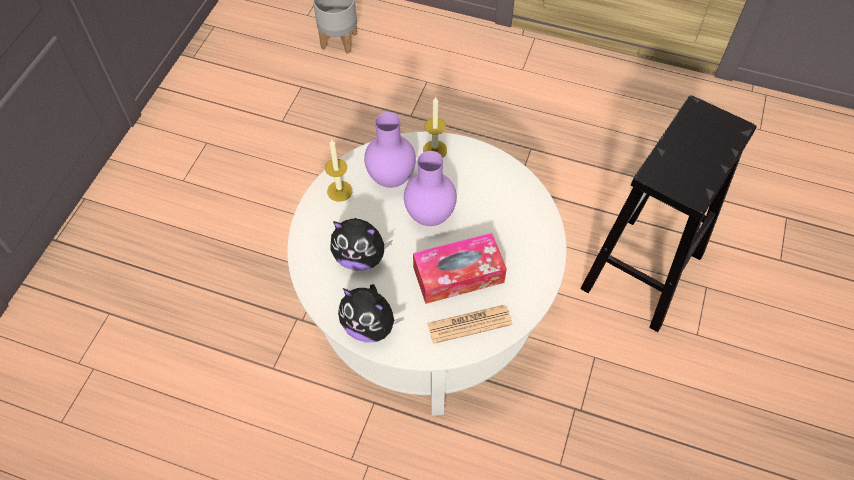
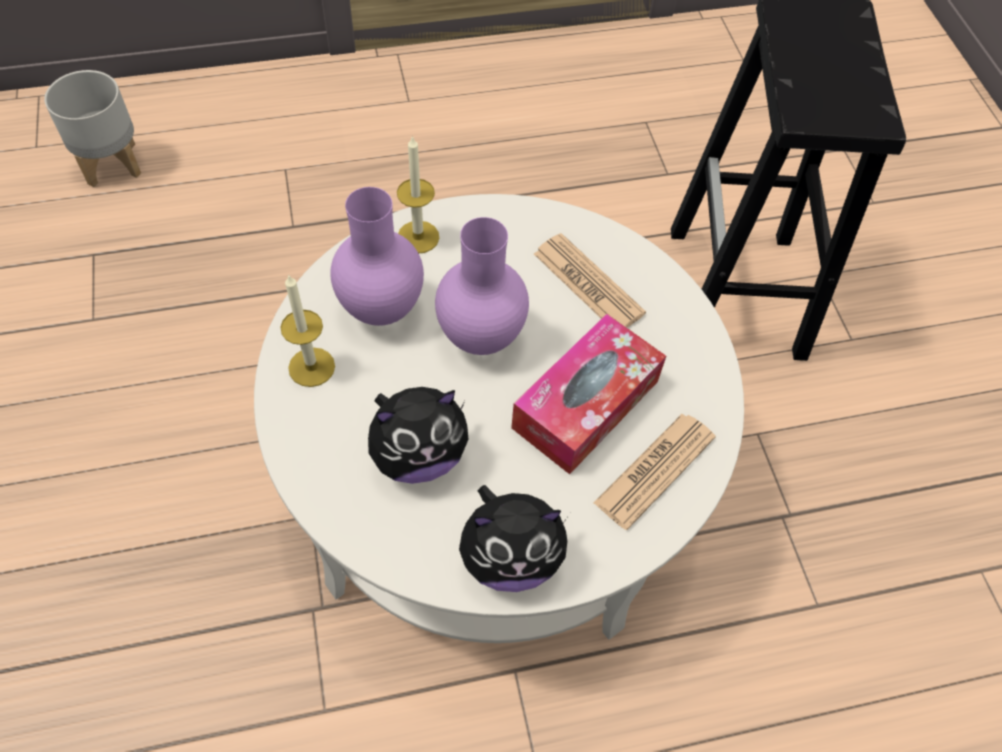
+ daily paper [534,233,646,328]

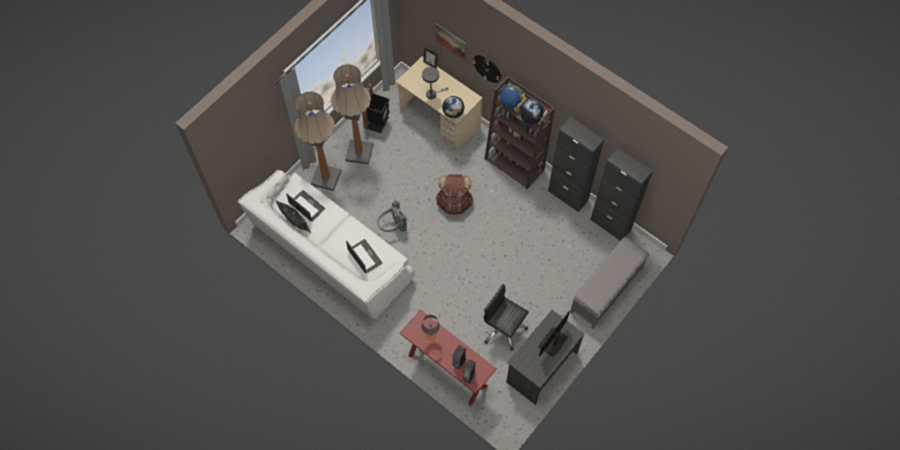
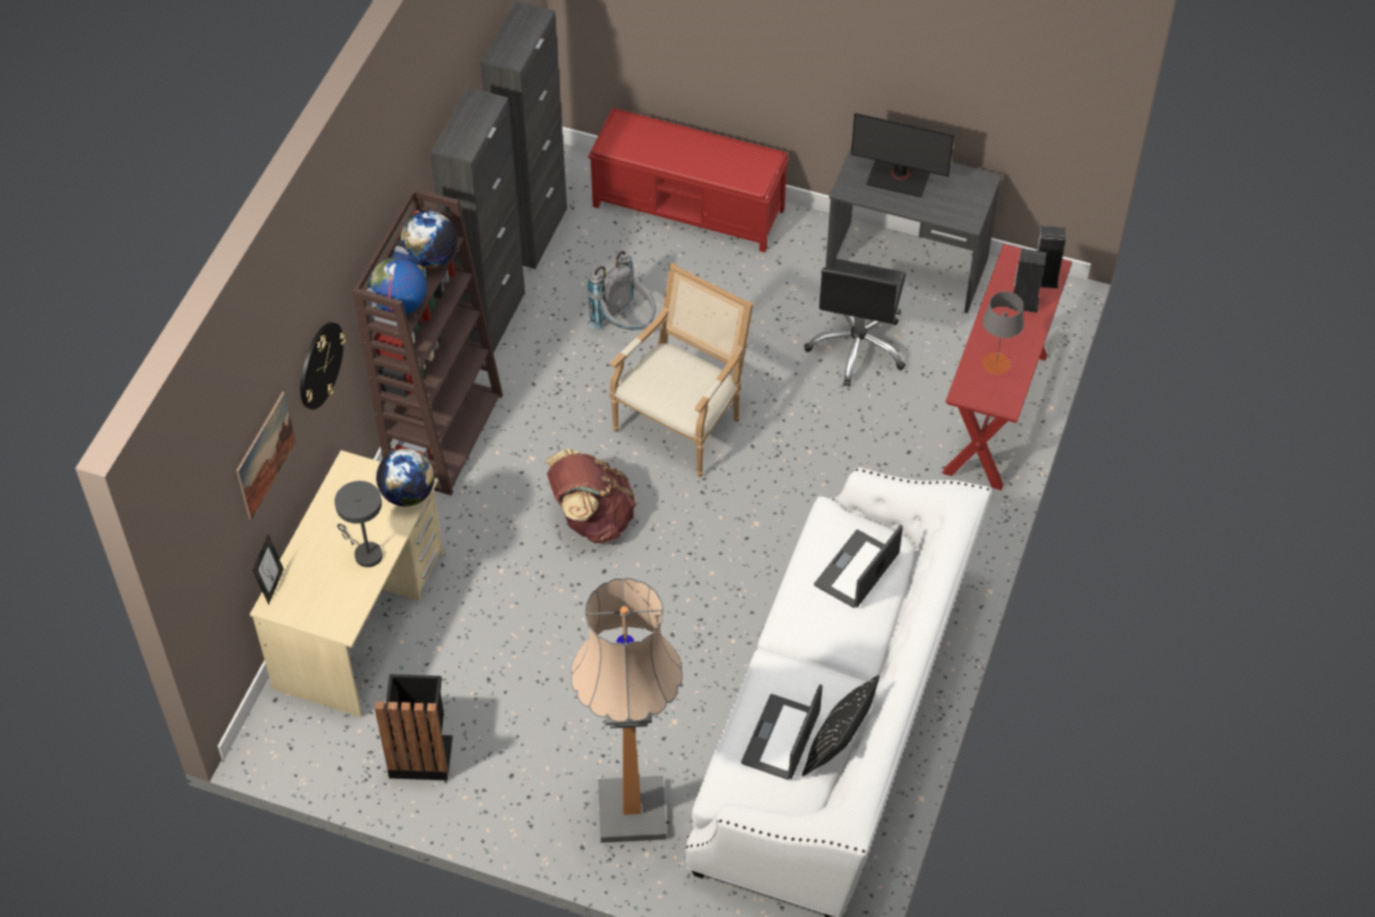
- standing lamp [331,64,373,165]
~ gray rucksack [377,200,407,232] to [587,251,656,330]
~ gray bench [570,237,650,329] to red bench [588,108,789,253]
+ armchair [609,263,753,477]

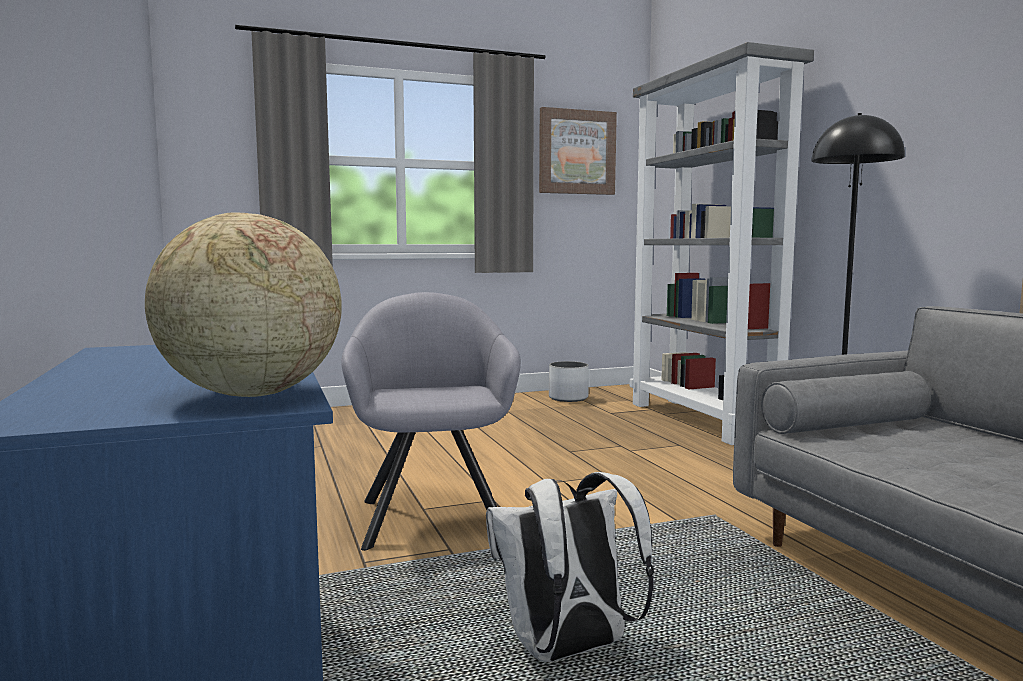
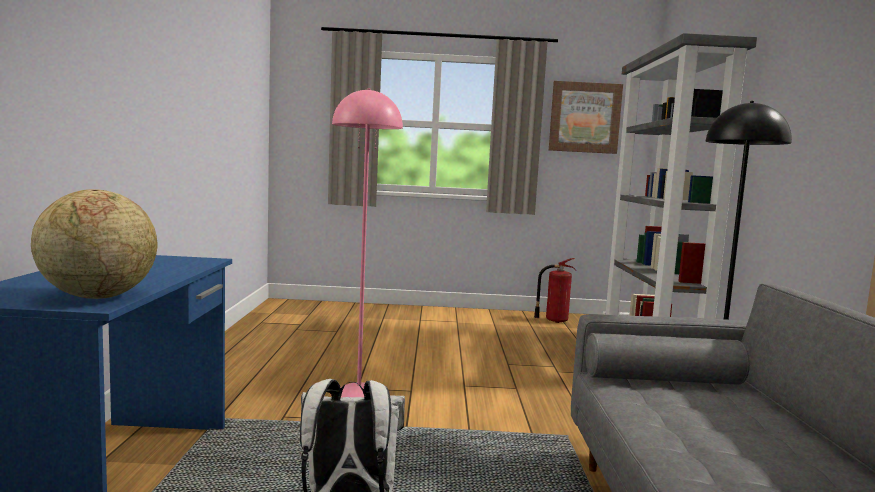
~ gray armchair [341,292,521,551] to pink standing lamp [332,88,403,397]
~ white planter [549,361,589,402] to fire extinguisher [534,258,576,323]

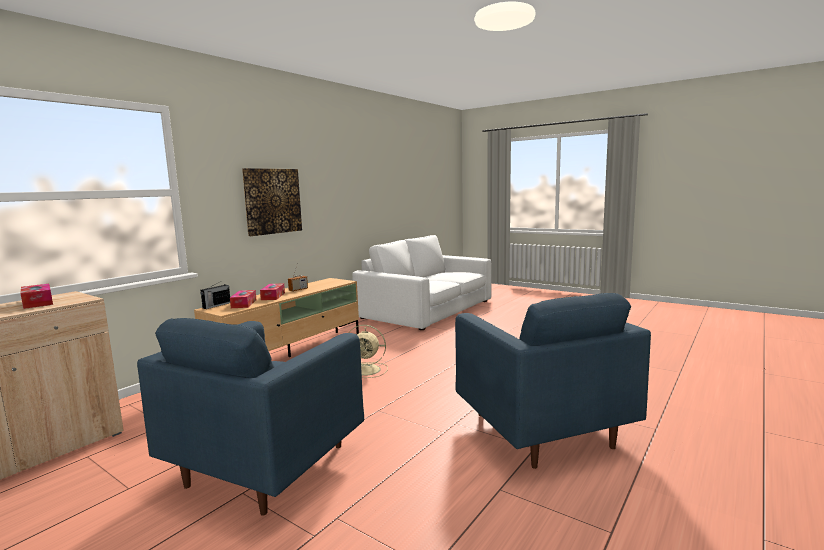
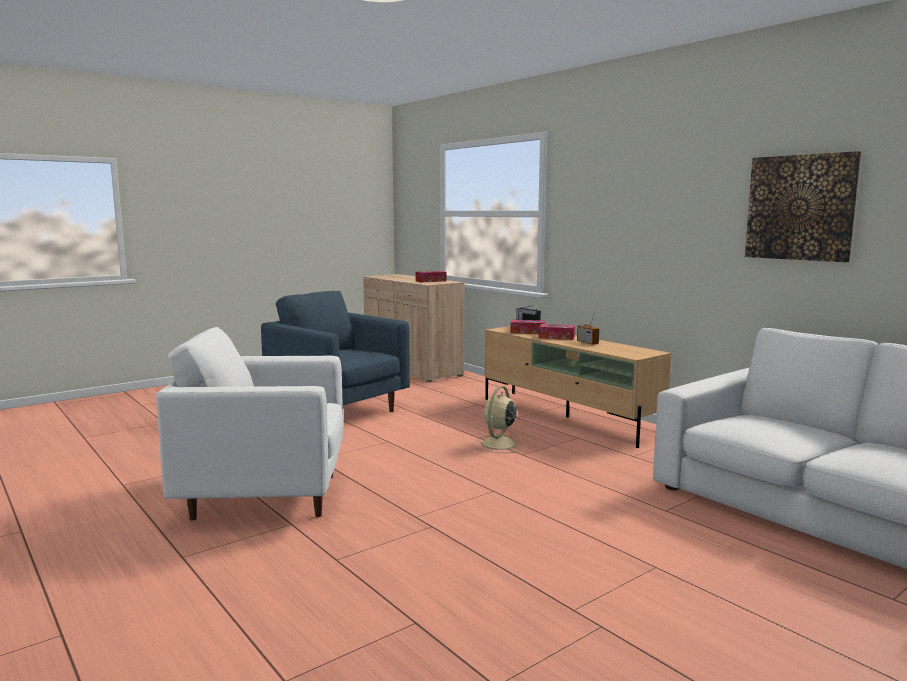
~ picture [242,168,302,236] to [745,151,861,262]
~ bluish armchair [455,293,651,469] to white armchair [156,327,343,520]

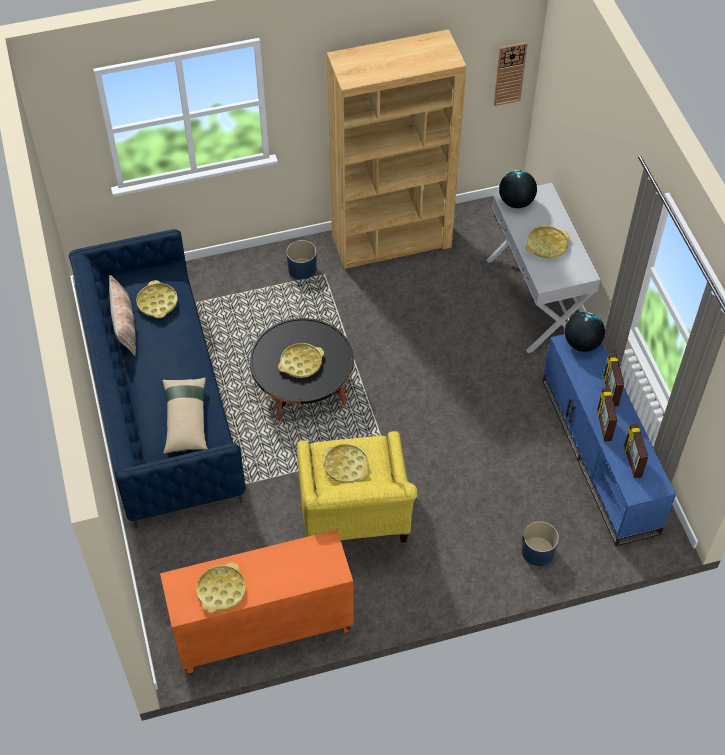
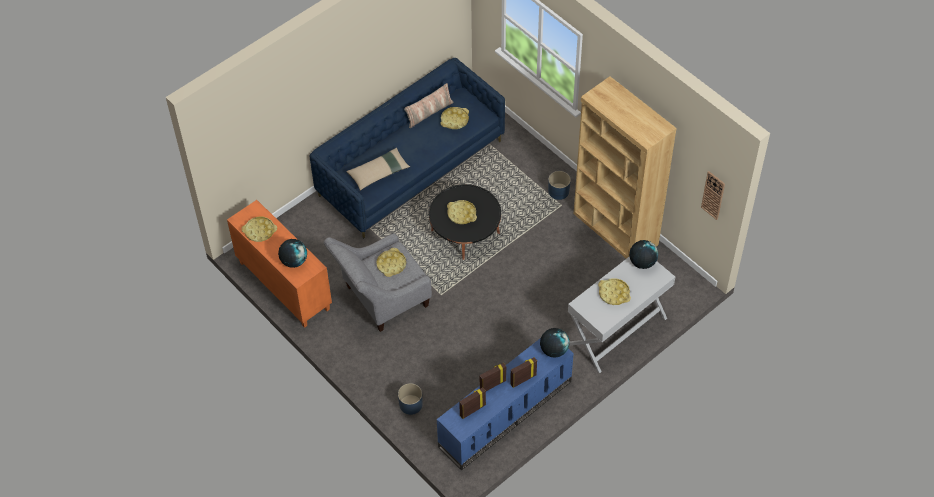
~ yellow-coloured armchair [297,431,417,543] to gray armchair [323,233,432,332]
+ world globe [278,239,307,268]

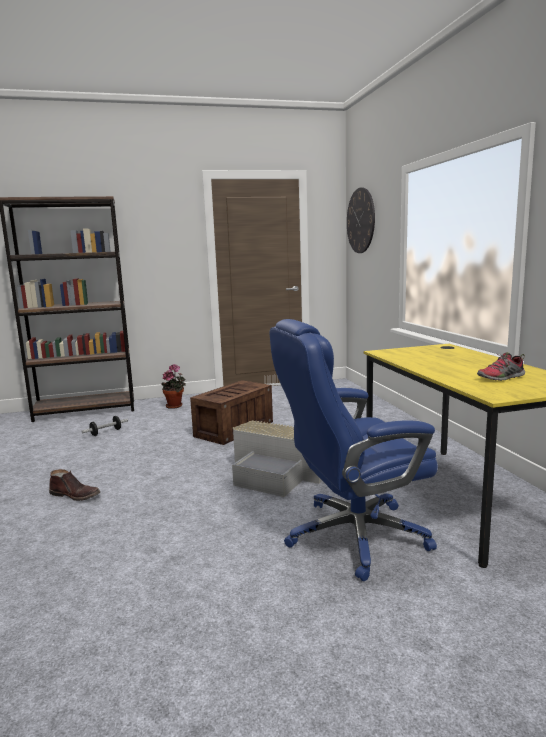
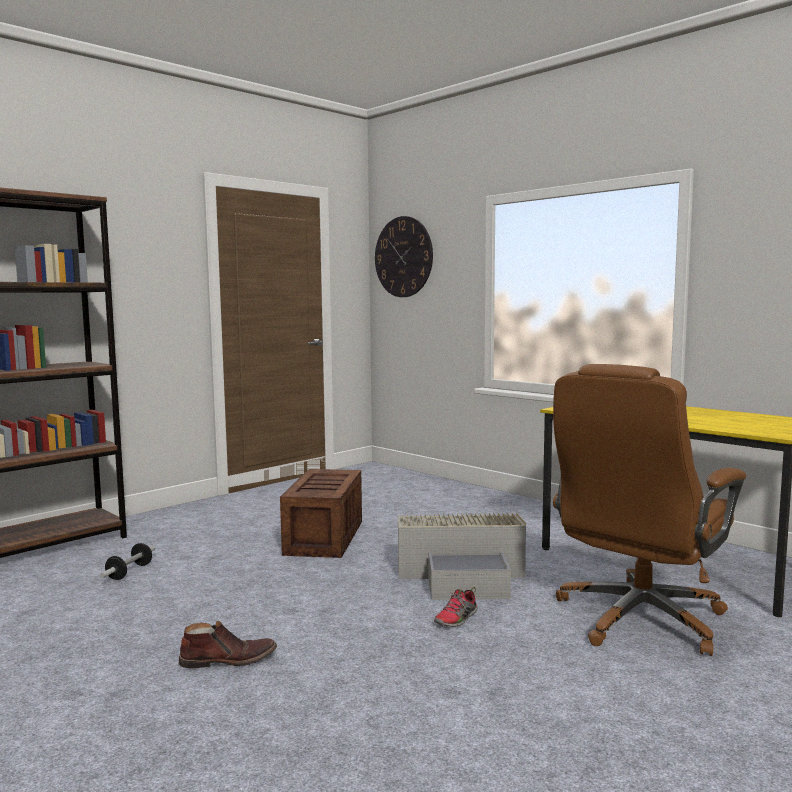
~ bluish computer chair [270,319,438,581] to brown computer chair [553,364,746,656]
~ shoe [477,352,525,381] to [434,587,478,627]
- houseplant [161,364,186,409]

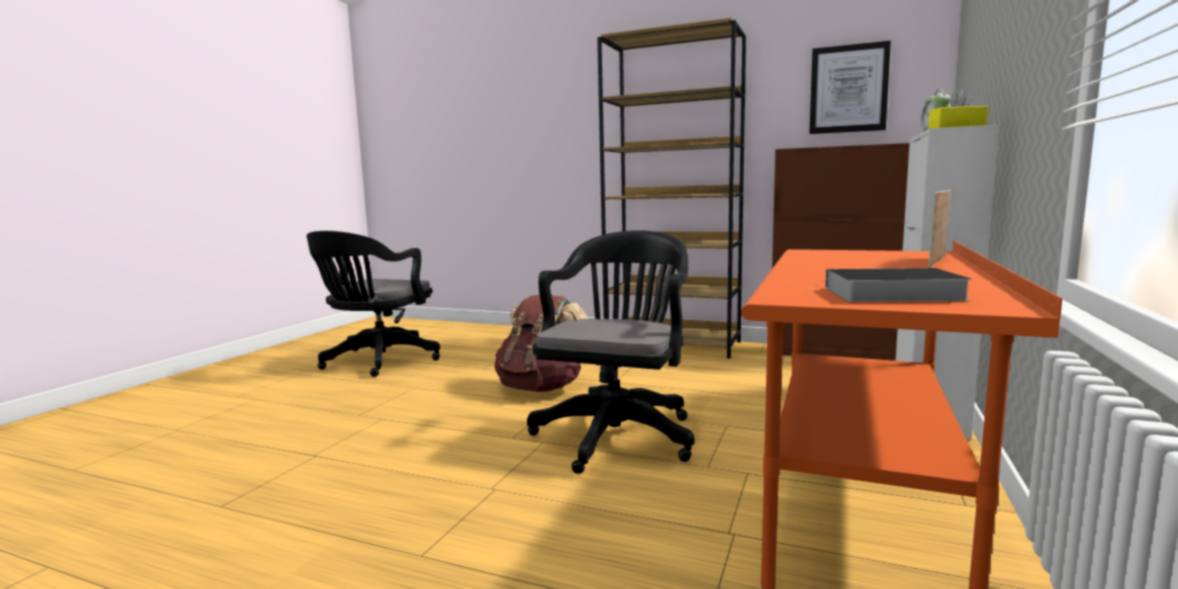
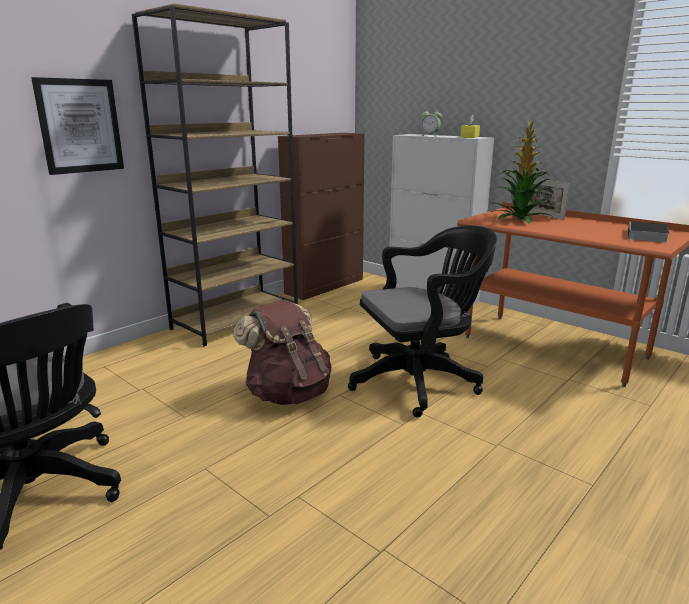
~ picture [809,41,891,134] to [31,77,124,175]
~ black computer chair [527,230,695,474] = [348,225,497,418] 120 degrees clockwise
+ houseplant [491,121,556,224]

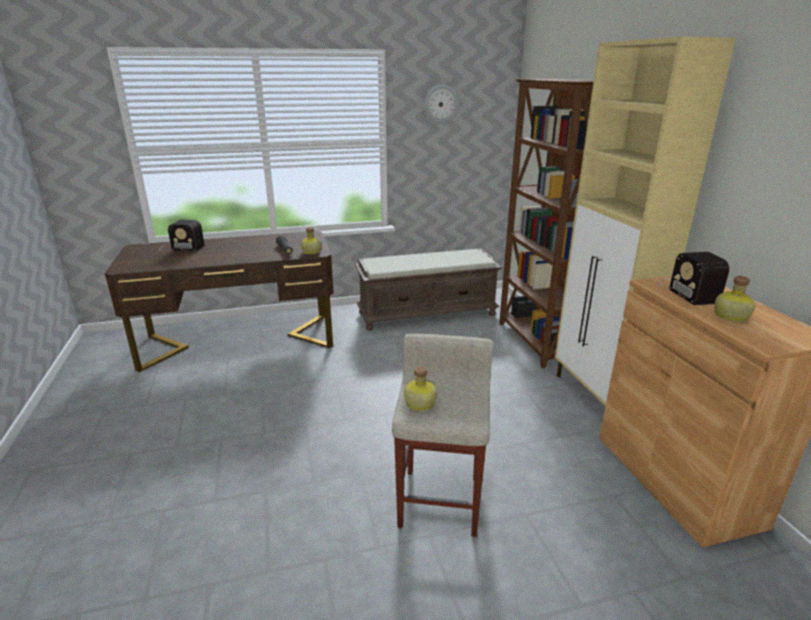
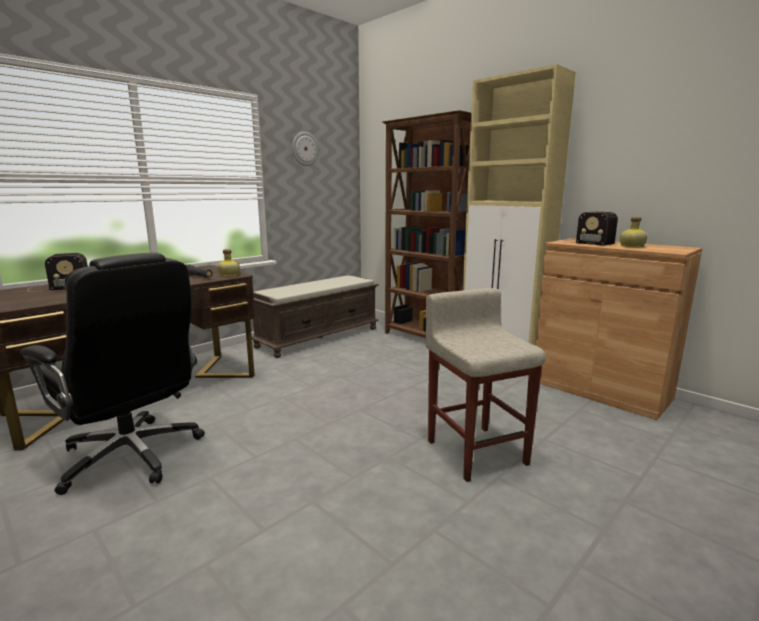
- beverage bottle [404,366,437,411]
+ black computer chair [20,253,205,495]

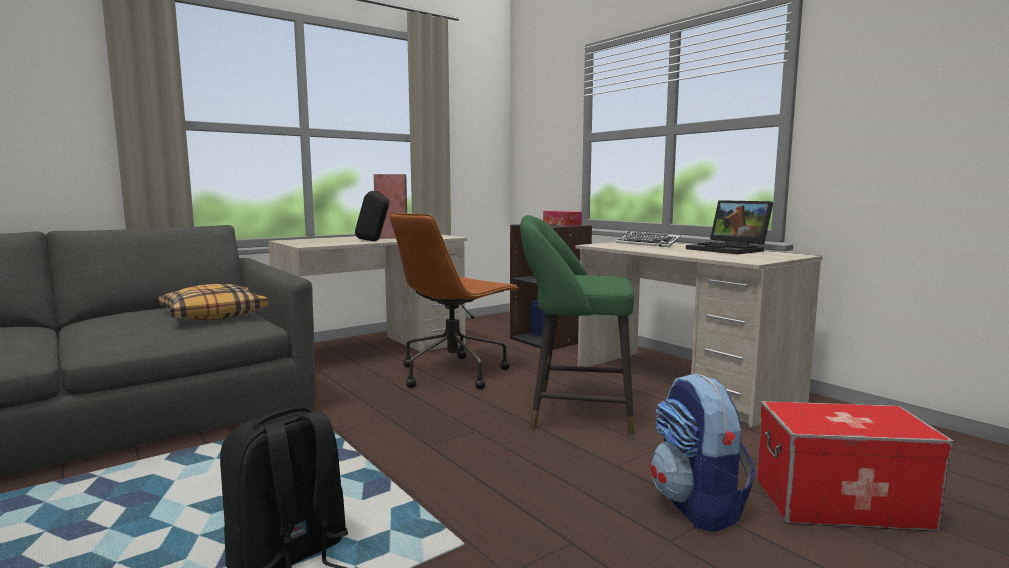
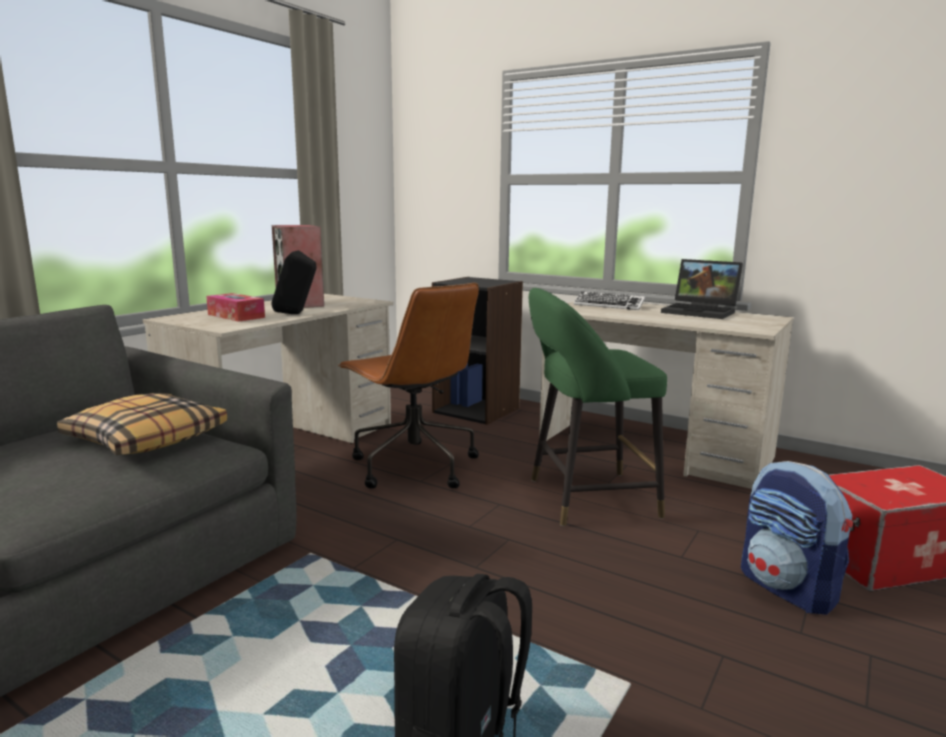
~ box of tissues [543,210,582,226] to [206,293,265,322]
~ brown computer chair [390,213,519,390] = [338,283,479,489] 60 degrees counterclockwise

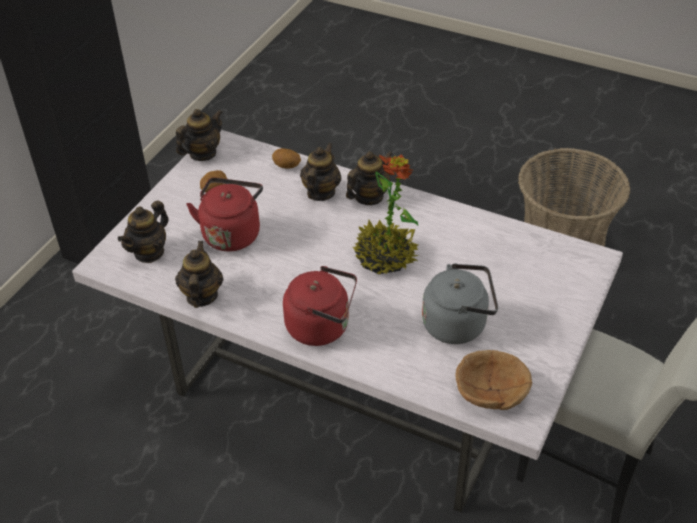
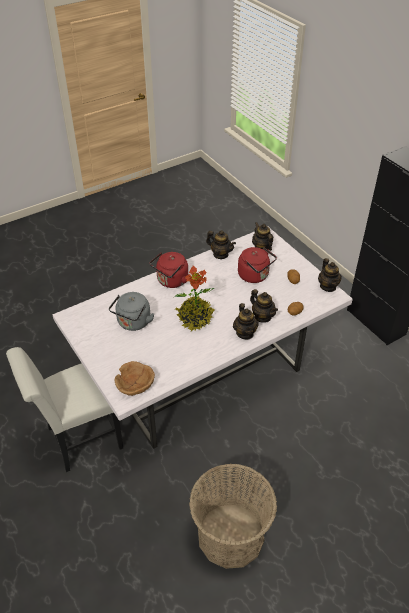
~ brown serving bowl [456,350,532,410] to [115,361,155,396]

